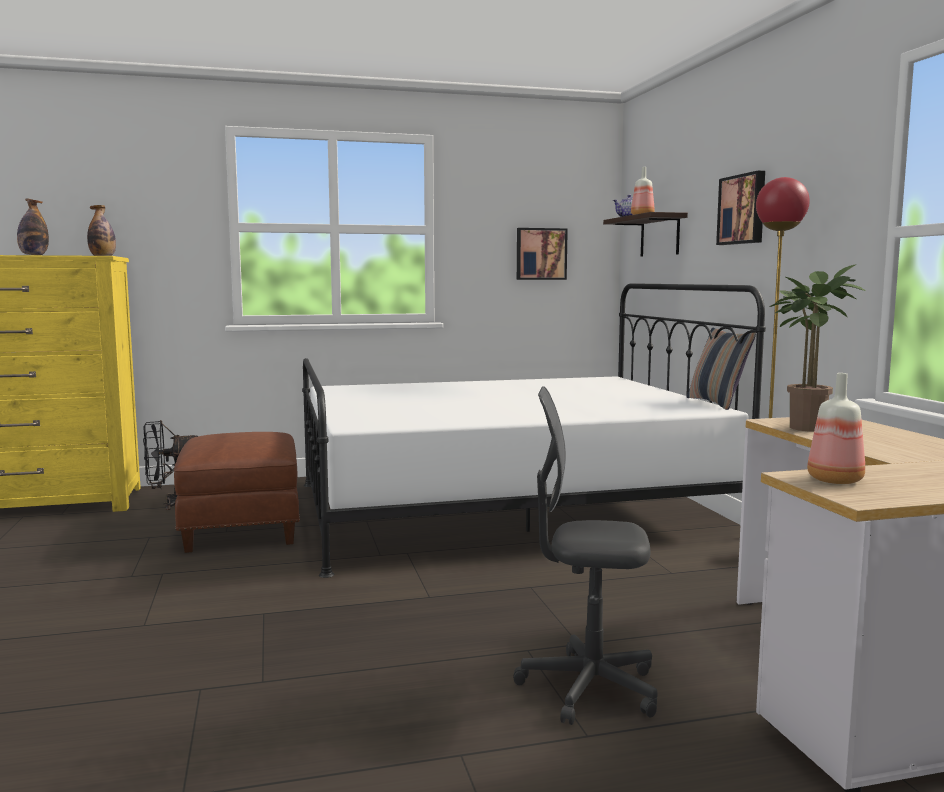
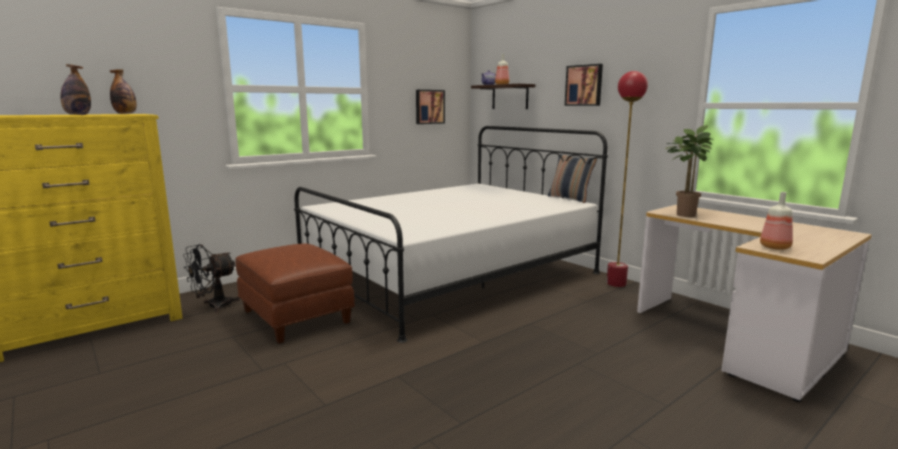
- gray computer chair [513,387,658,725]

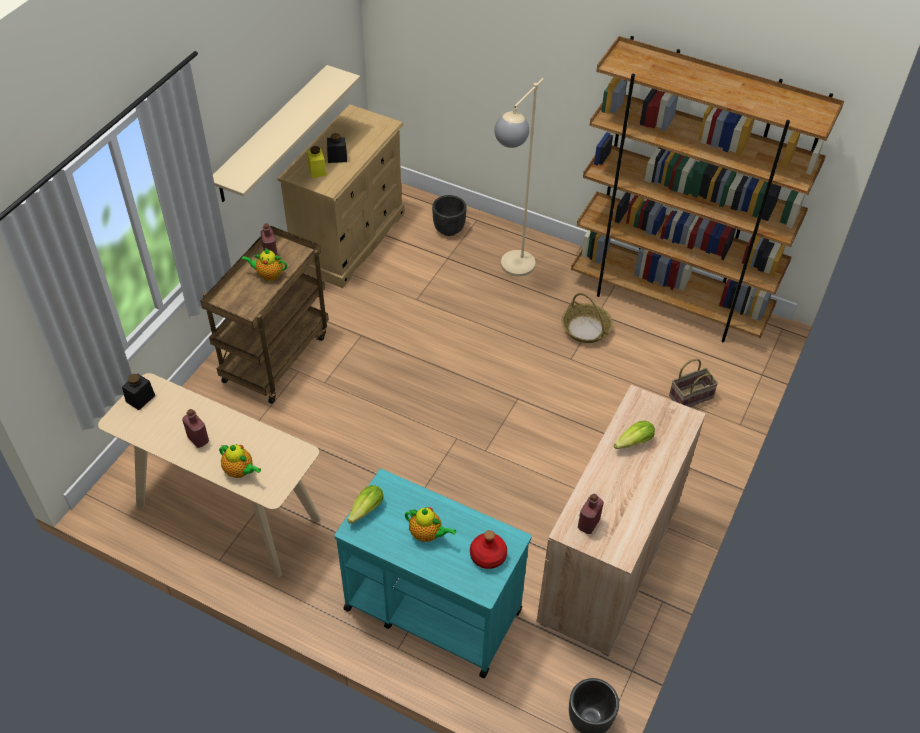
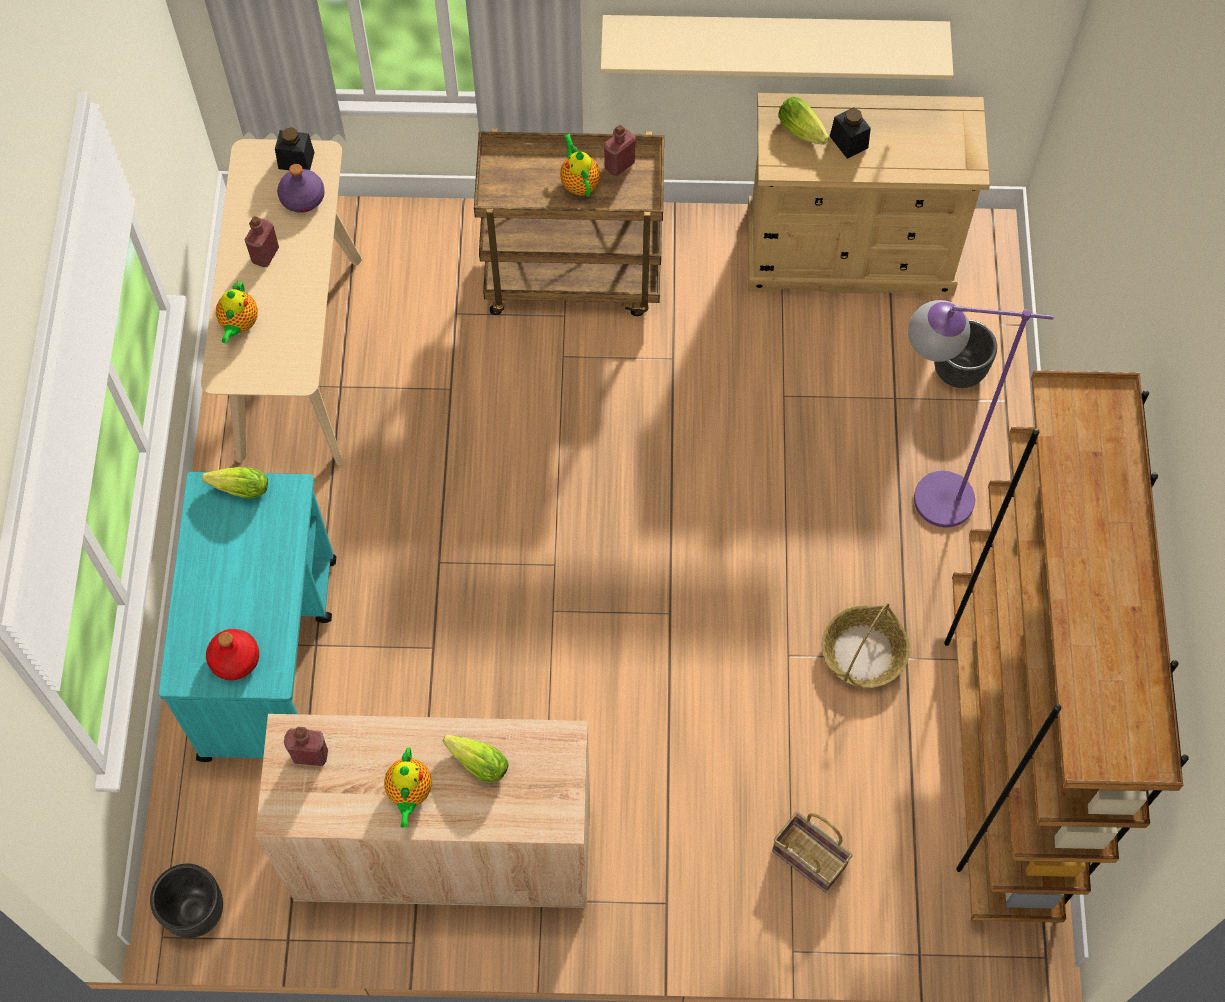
~ sand-coloured standing lamp [494,78,544,276] to purple standing lamp [908,300,1054,527]
~ yellow-coloured preserve jar [307,146,327,178] to head of lettuce [778,97,829,145]
~ teapot [405,507,456,542] to [384,747,432,828]
+ purple beverage bottle [277,164,325,213]

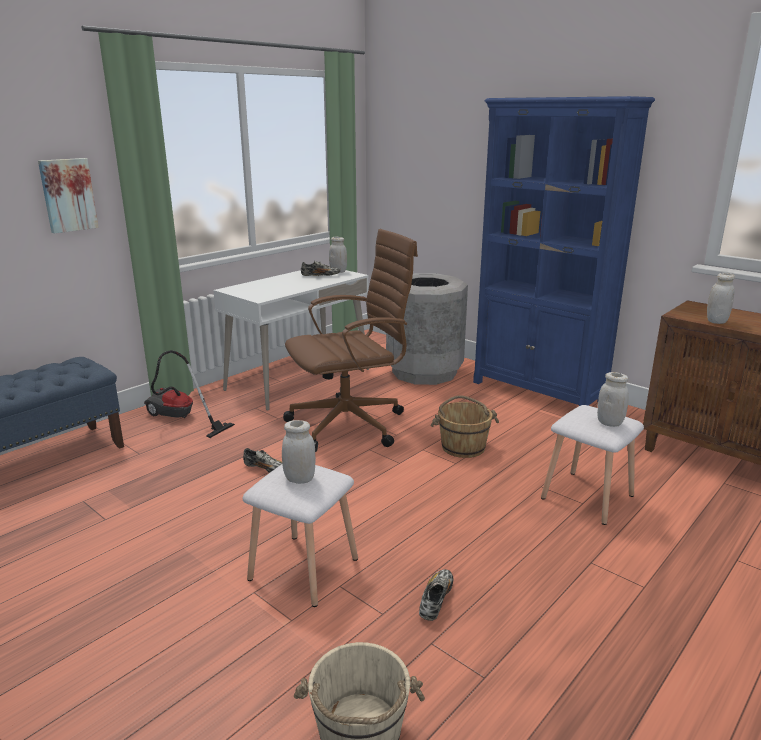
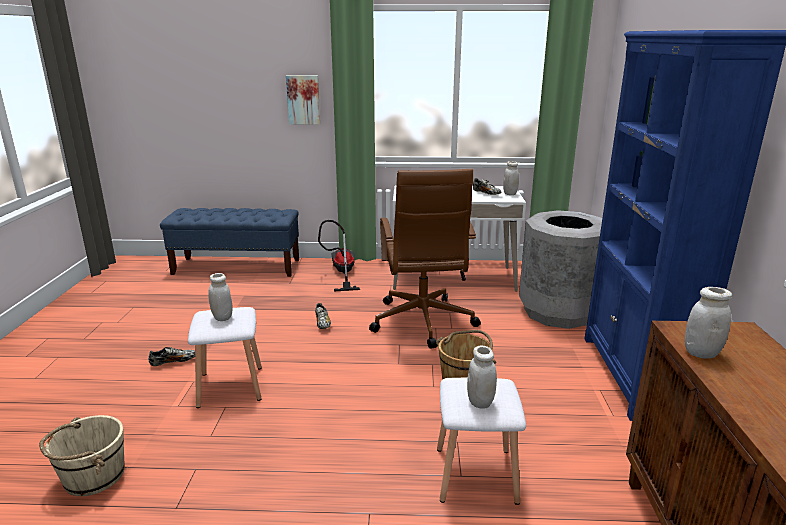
~ brown computer chair [283,229,418,452] = [369,169,481,349] 60 degrees clockwise
~ shoe [419,569,453,621] to [148,347,195,366]

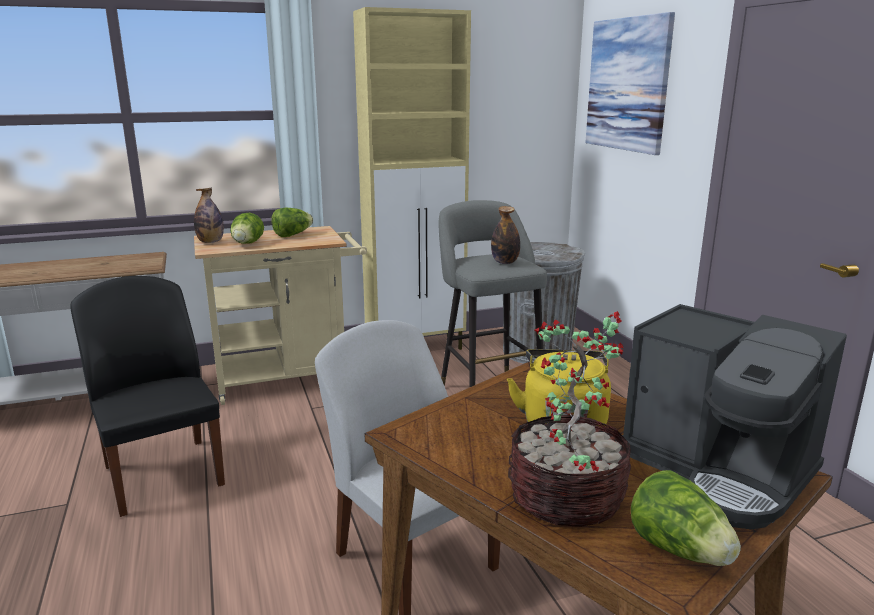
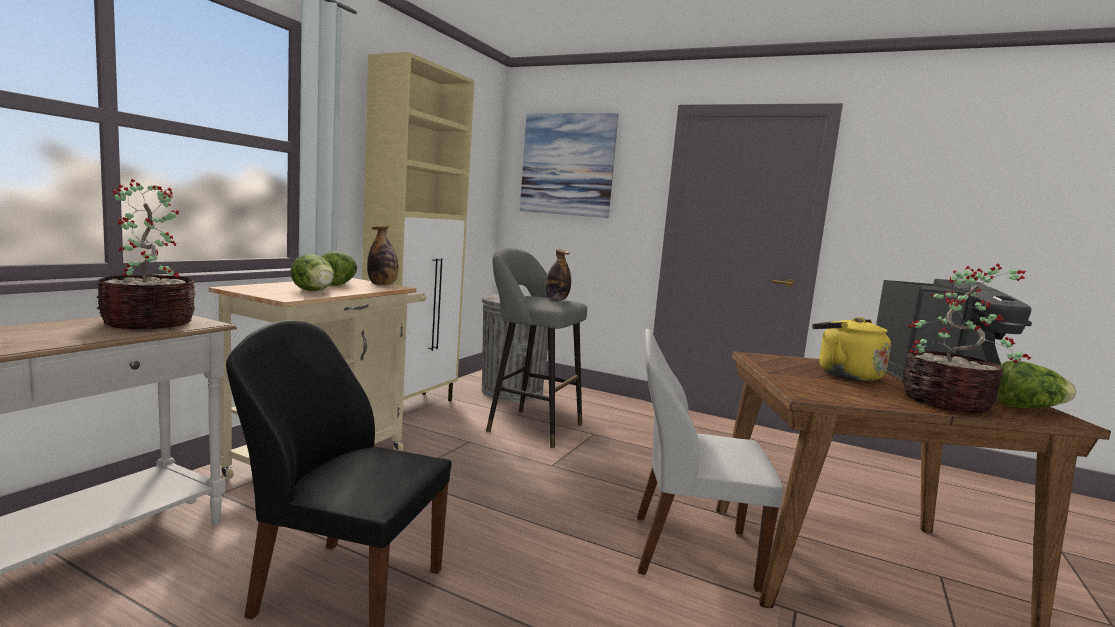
~ beverage bottle [194,187,224,243] to [367,226,398,285]
+ houseplant [96,179,196,329]

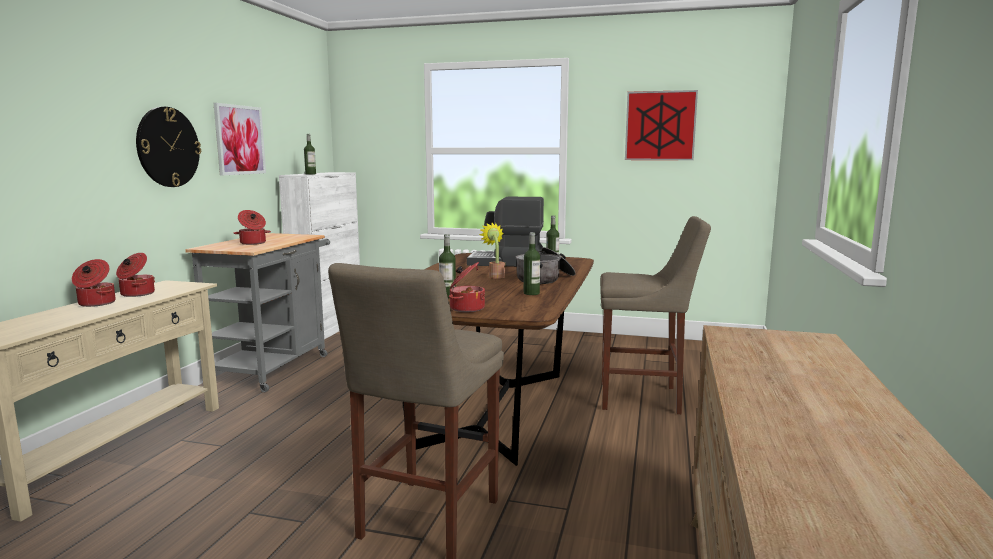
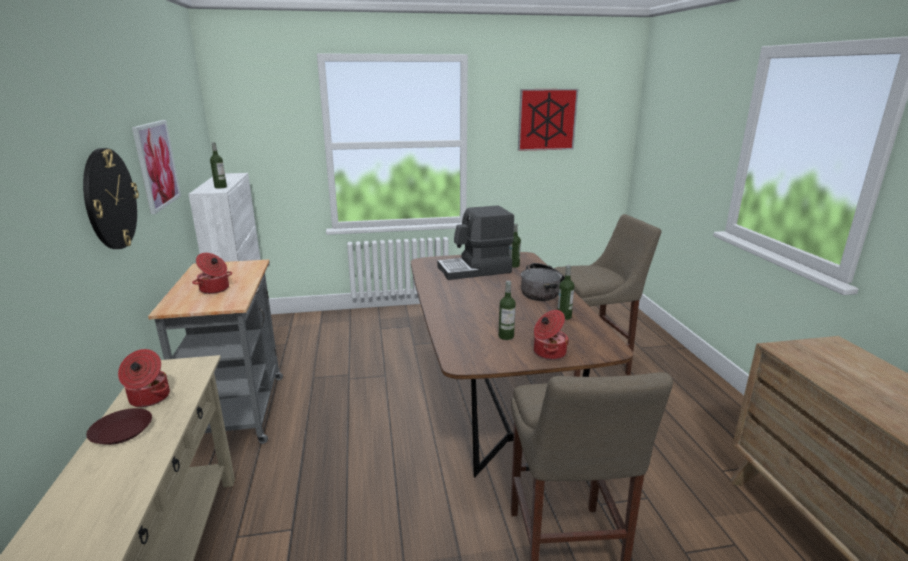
- houseplant [479,223,505,279]
~ cooking pot [72,259,116,307] to brown dinner plate [86,408,152,445]

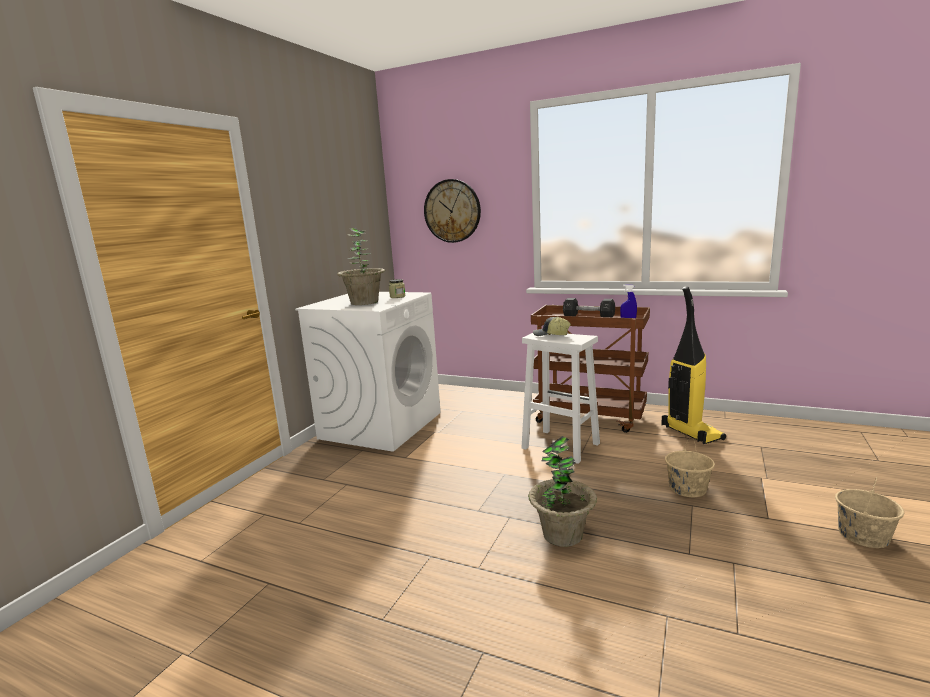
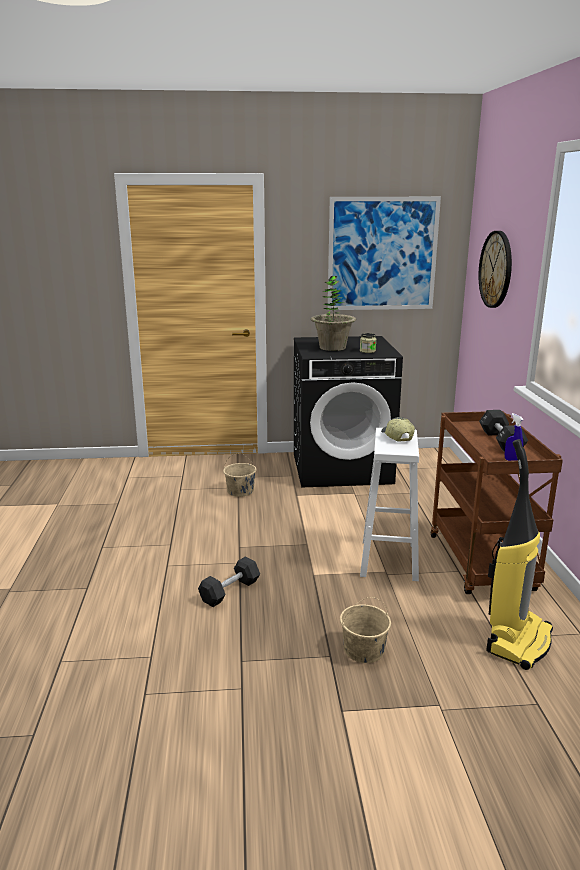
~ white laundry appliance [295,292,441,452] to black laundry appliance [294,336,403,488]
~ houseplant [528,436,597,547] to black free weight [198,556,260,607]
~ sand-coloured pail [835,477,904,548] to [223,453,257,497]
+ picture [328,197,441,310]

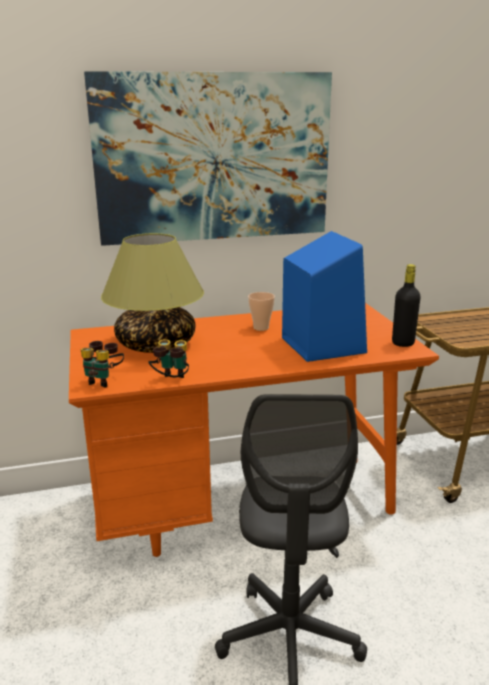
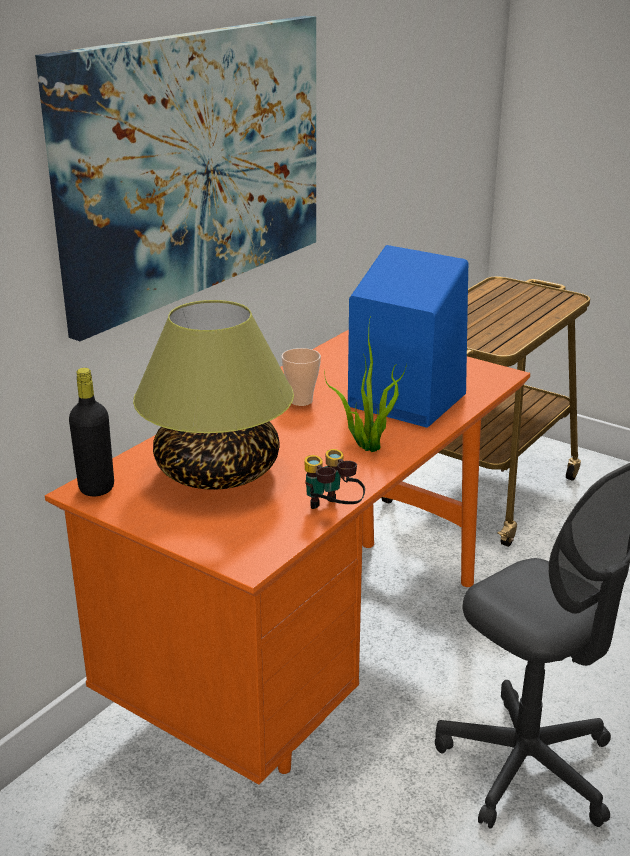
~ black beverage bottle [392,264,421,347] to [69,368,114,496]
- pair of binoculars [81,341,124,387]
+ houseplant [324,320,407,452]

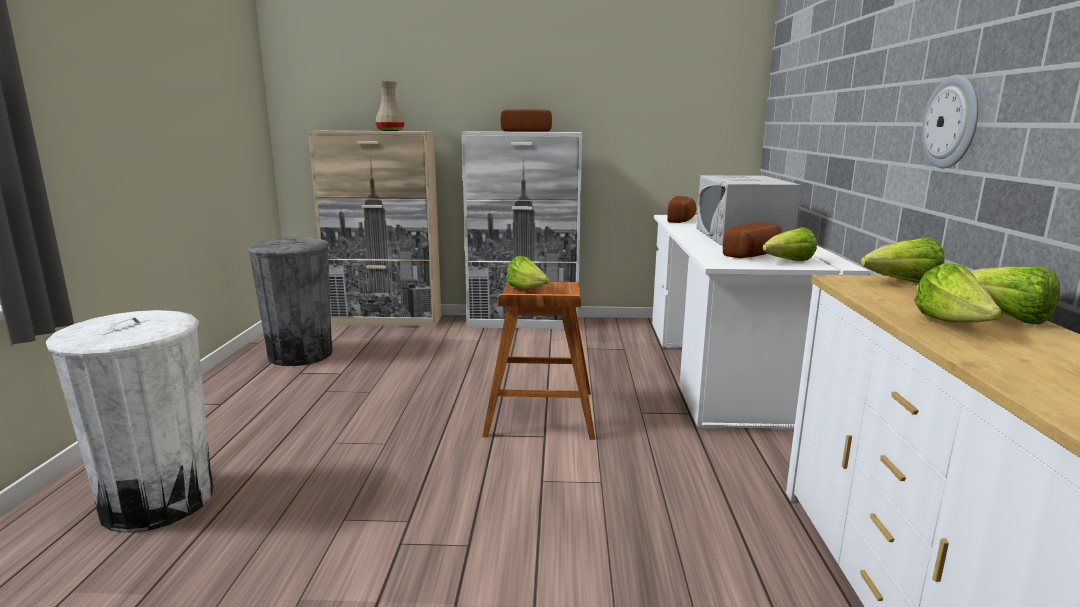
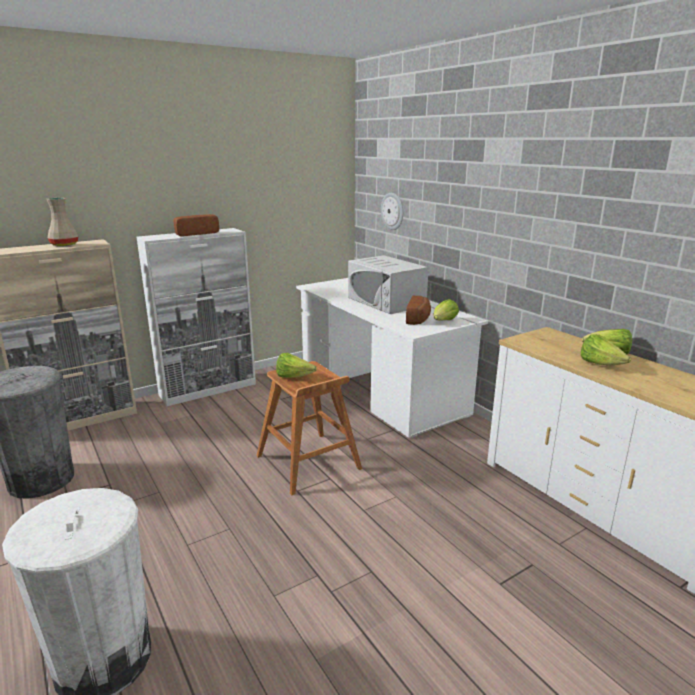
~ hanging clock [922,75,978,168] to [381,193,403,230]
- baked bread [667,196,696,223]
- head of lettuce [861,237,945,283]

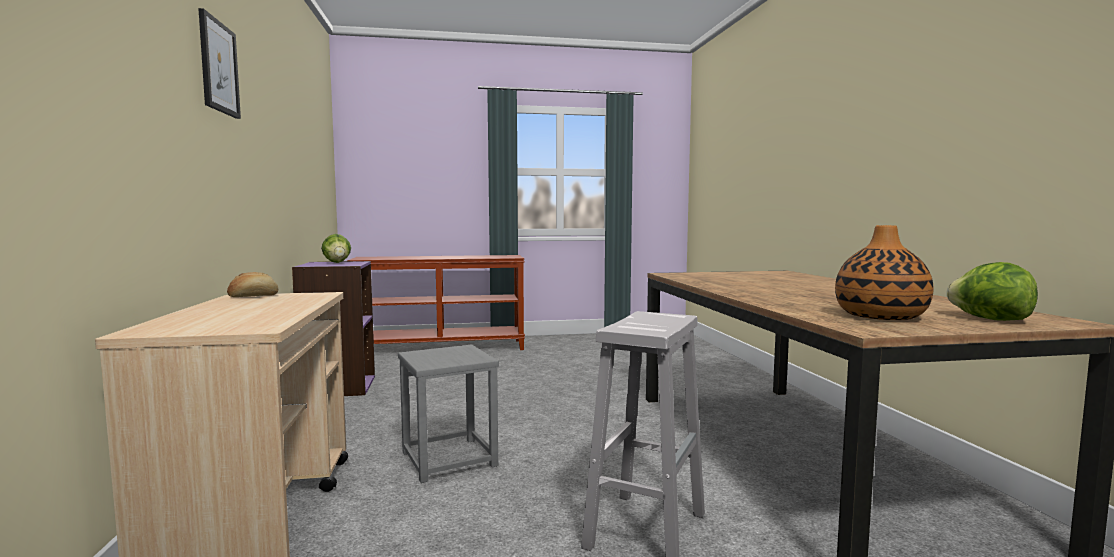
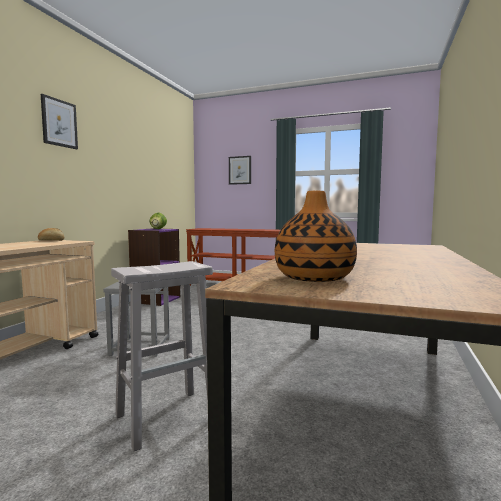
- head of lettuce [946,262,1038,321]
+ picture [229,156,251,185]

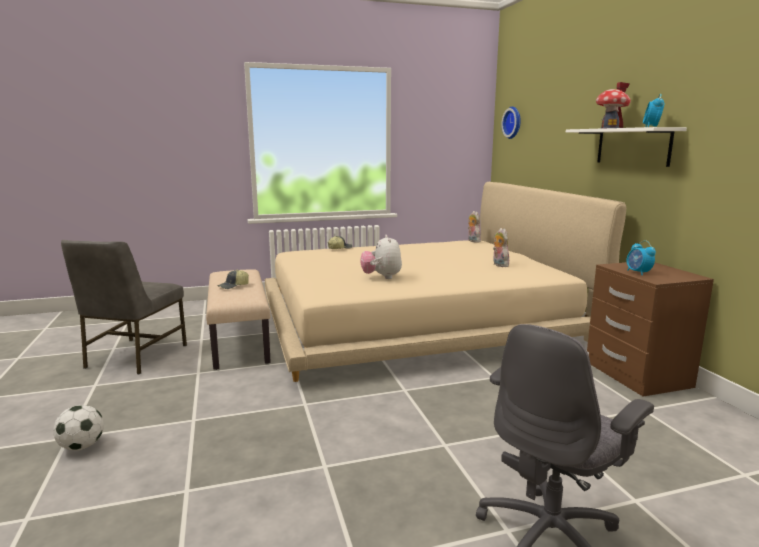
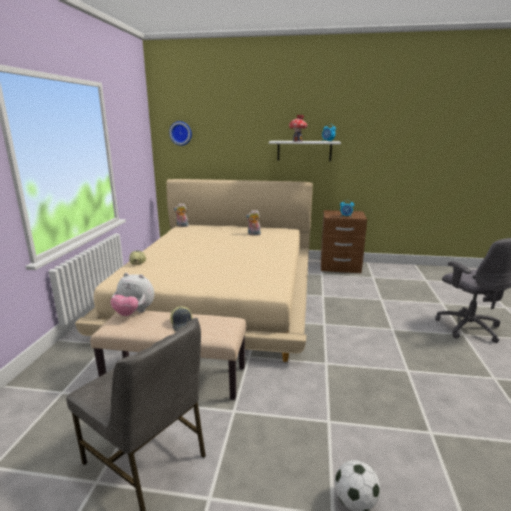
~ soft toy [360,235,402,279] to [111,273,154,316]

